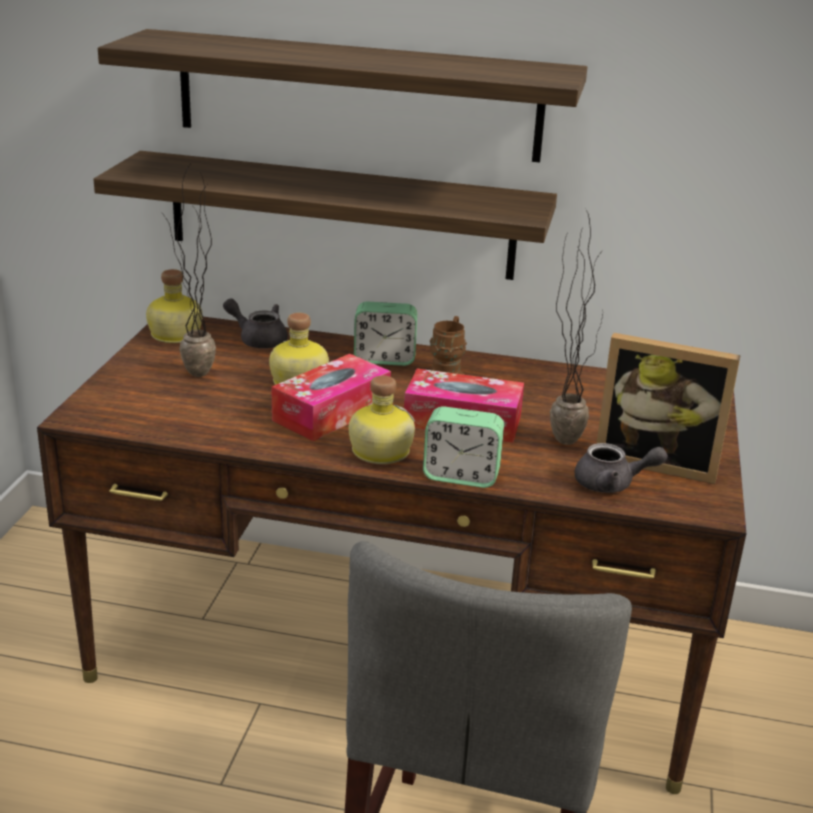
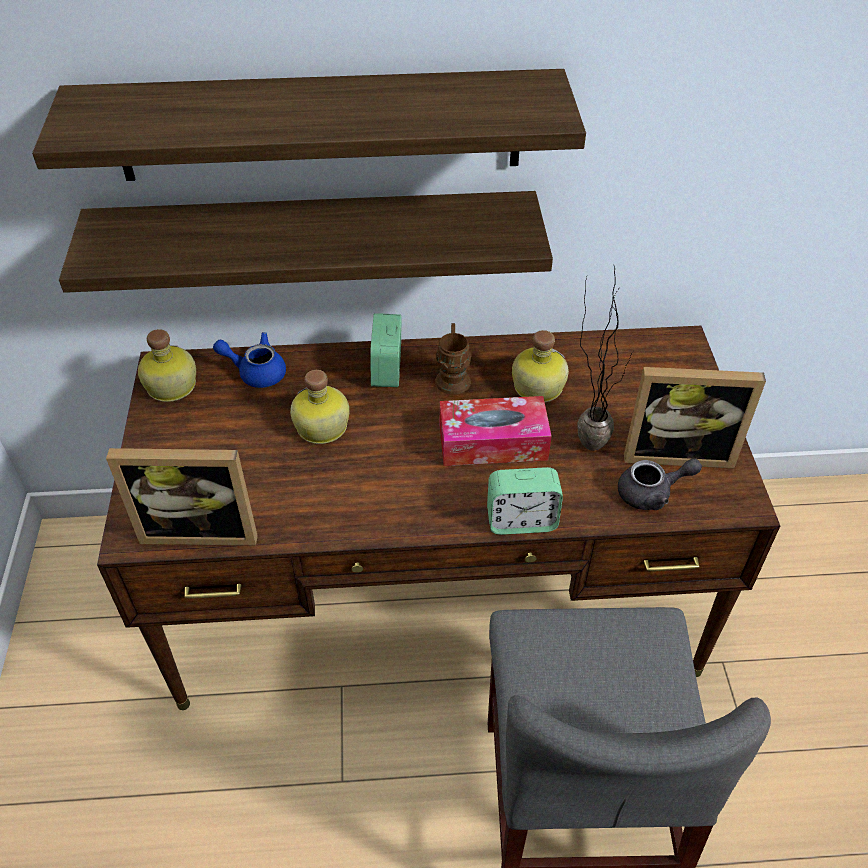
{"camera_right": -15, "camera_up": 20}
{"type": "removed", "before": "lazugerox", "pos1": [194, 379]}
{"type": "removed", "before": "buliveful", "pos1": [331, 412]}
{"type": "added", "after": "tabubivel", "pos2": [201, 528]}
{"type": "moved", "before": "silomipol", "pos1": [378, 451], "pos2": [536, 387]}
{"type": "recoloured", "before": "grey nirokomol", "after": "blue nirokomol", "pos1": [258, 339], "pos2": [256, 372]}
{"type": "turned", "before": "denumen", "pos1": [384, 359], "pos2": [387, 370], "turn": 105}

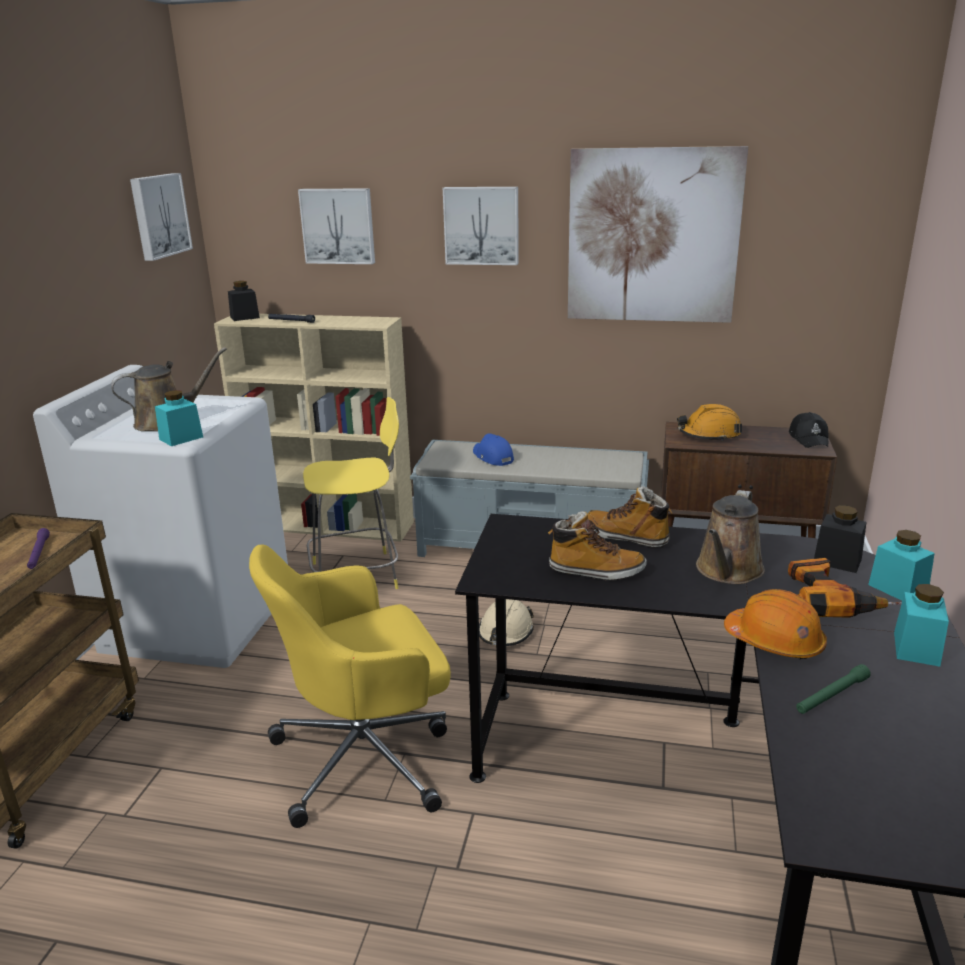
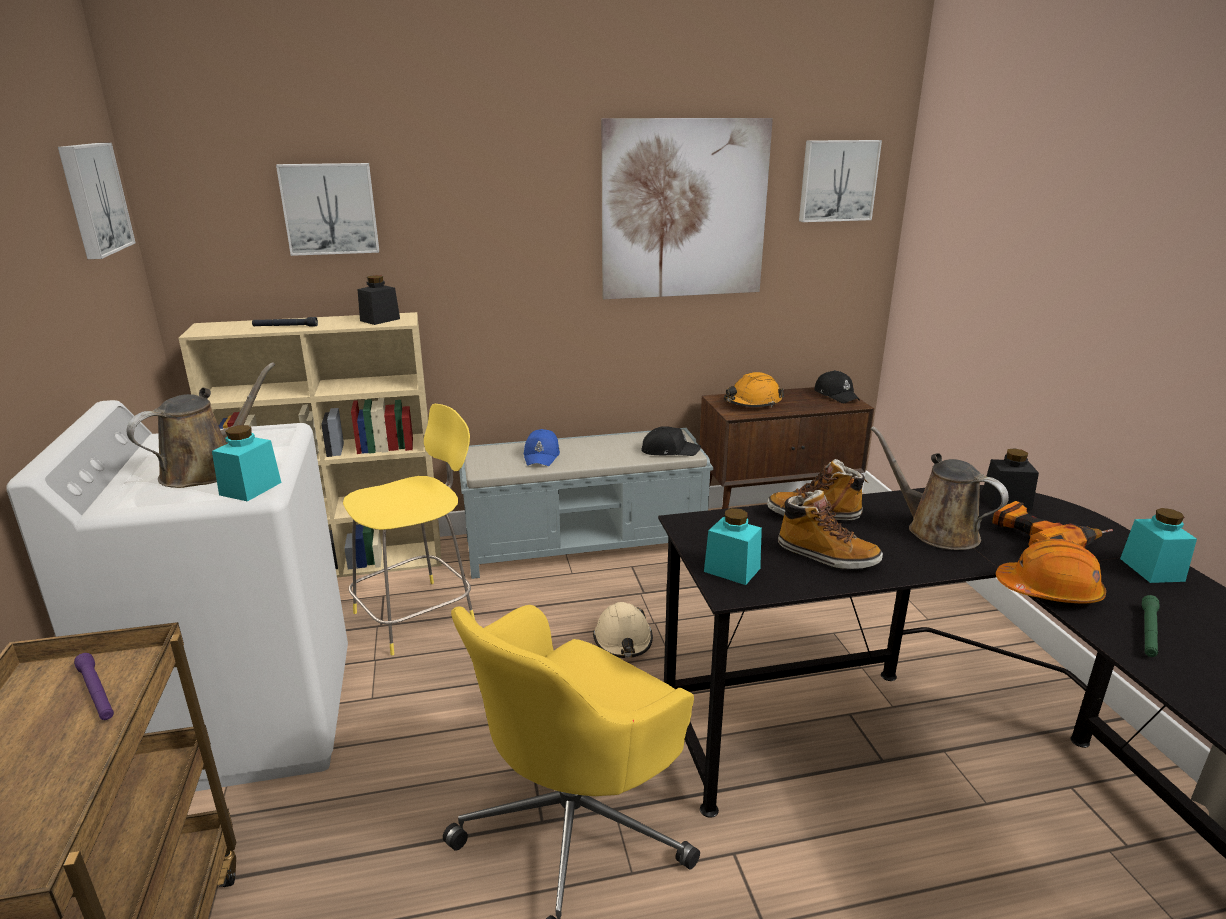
{"camera_right": -25, "camera_up": 0}
{"type": "added", "after": "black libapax", "pos2": [669, 450]}
{"type": "moved", "before": "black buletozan", "pos1": [244, 317], "pos2": [380, 320]}
{"type": "moved", "before": "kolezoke", "pos1": [482, 225], "pos2": [837, 180]}
{"type": "moved", "before": "turquoise buletozan", "pos1": [898, 588], "pos2": [732, 570]}
{"type": "turned", "before": "blue libapax", "pos1": [492, 457], "pos2": [542, 456], "turn": -120}
{"type": "turned", "before": "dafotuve", "pos1": [596, 571], "pos2": [826, 556], "turn": 45}
{"type": "turned", "before": "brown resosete", "pos1": [728, 571], "pos2": [936, 530], "turn": 135}

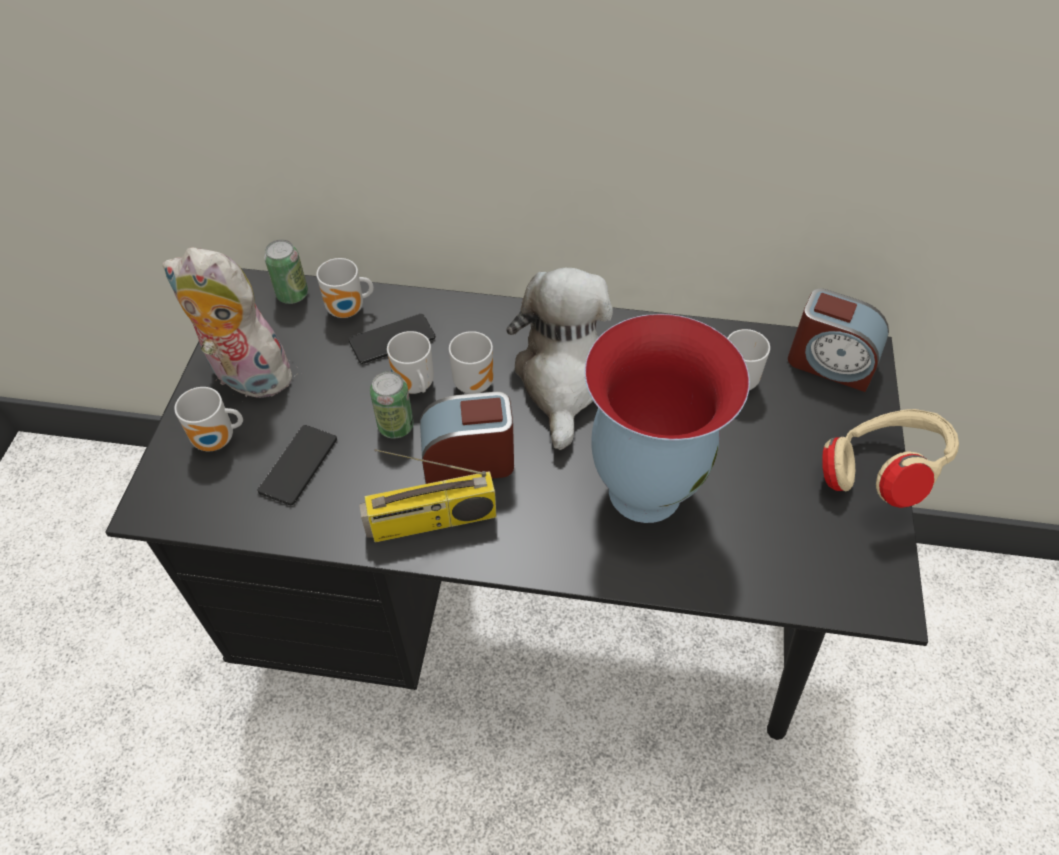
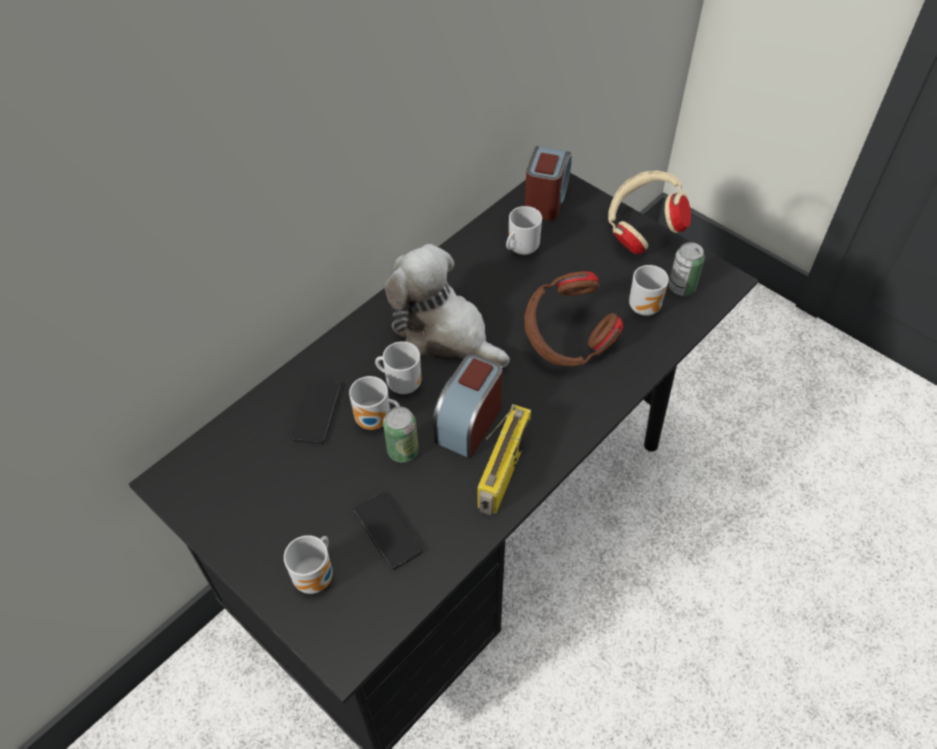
{"camera_right": -55, "camera_up": 0}
{"type": "removed", "before": "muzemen", "pos1": [245, 377]}
{"type": "moved", "before": "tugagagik", "pos1": [292, 294], "pos2": [681, 287]}
{"type": "moved", "before": "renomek", "pos1": [349, 311], "pos2": [646, 307]}
{"type": "replaced", "before": "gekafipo", "after": "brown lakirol", "pos1": [643, 489], "pos2": [567, 342]}
{"type": "turned", "before": "denumen", "pos1": [830, 363], "pos2": [546, 198], "turn": -45}

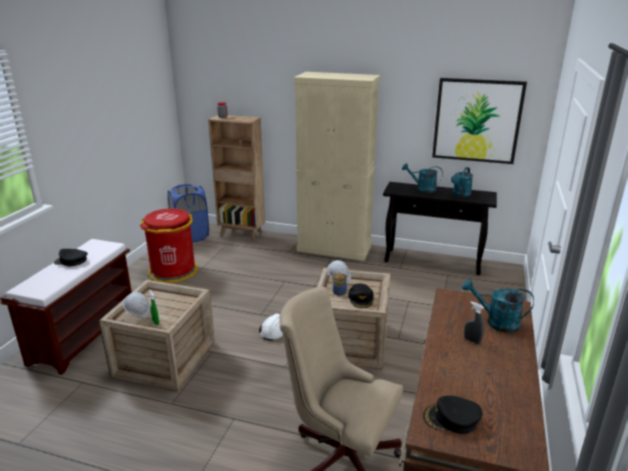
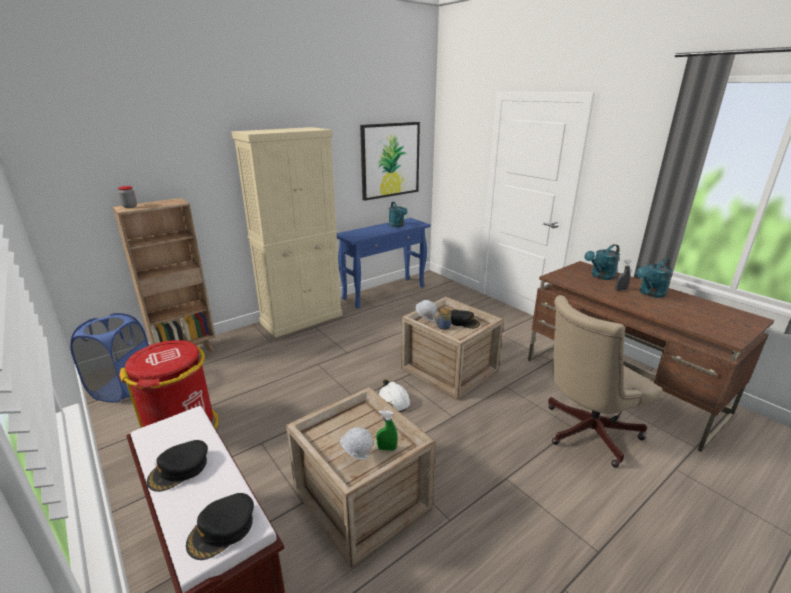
{"camera_right": -55, "camera_up": 0}
{"type": "moved", "before": "turquoise resosete", "pos1": [422, 189], "pos2": [650, 294]}
{"type": "moved", "before": "black libapax", "pos1": [451, 419], "pos2": [222, 530]}
{"type": "recoloured", "before": "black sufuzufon", "after": "blue sufuzufon", "pos1": [433, 261], "pos2": [384, 292]}

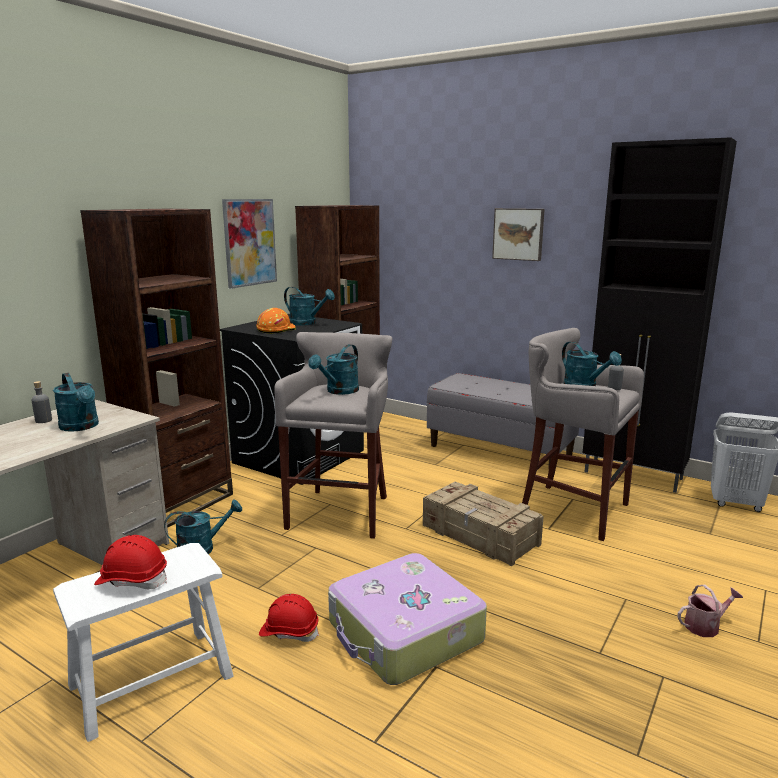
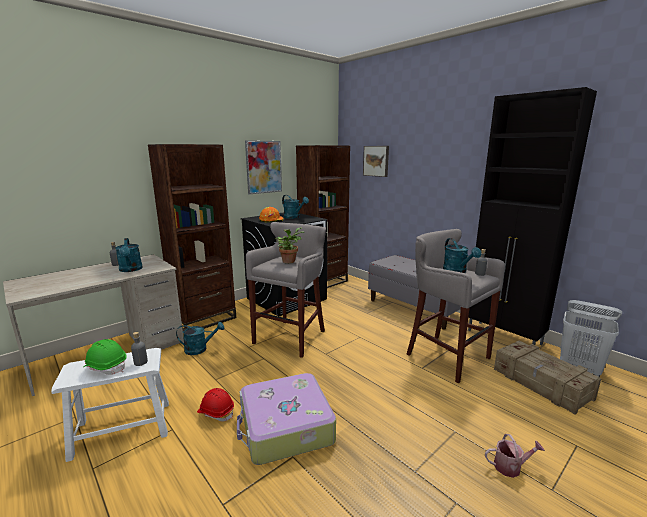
{"camera_right": 15, "camera_up": 0}
{"type": "added", "after": "grey silomipol", "pos2": [140, 362]}
{"type": "moved", "before": "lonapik", "pos1": [480, 535], "pos2": [541, 384]}
{"type": "moved", "before": "kolezoke", "pos1": [518, 234], "pos2": [376, 161]}
{"type": "replaced", "before": "turquoise resosete", "after": "lazugerox", "pos1": [339, 391], "pos2": [289, 261]}
{"type": "recoloured", "before": "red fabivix", "after": "green fabivix", "pos1": [132, 580], "pos2": [106, 367]}

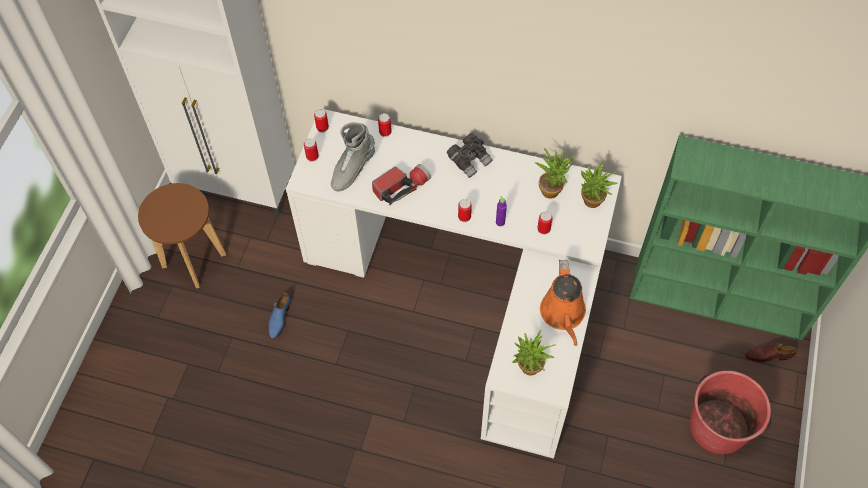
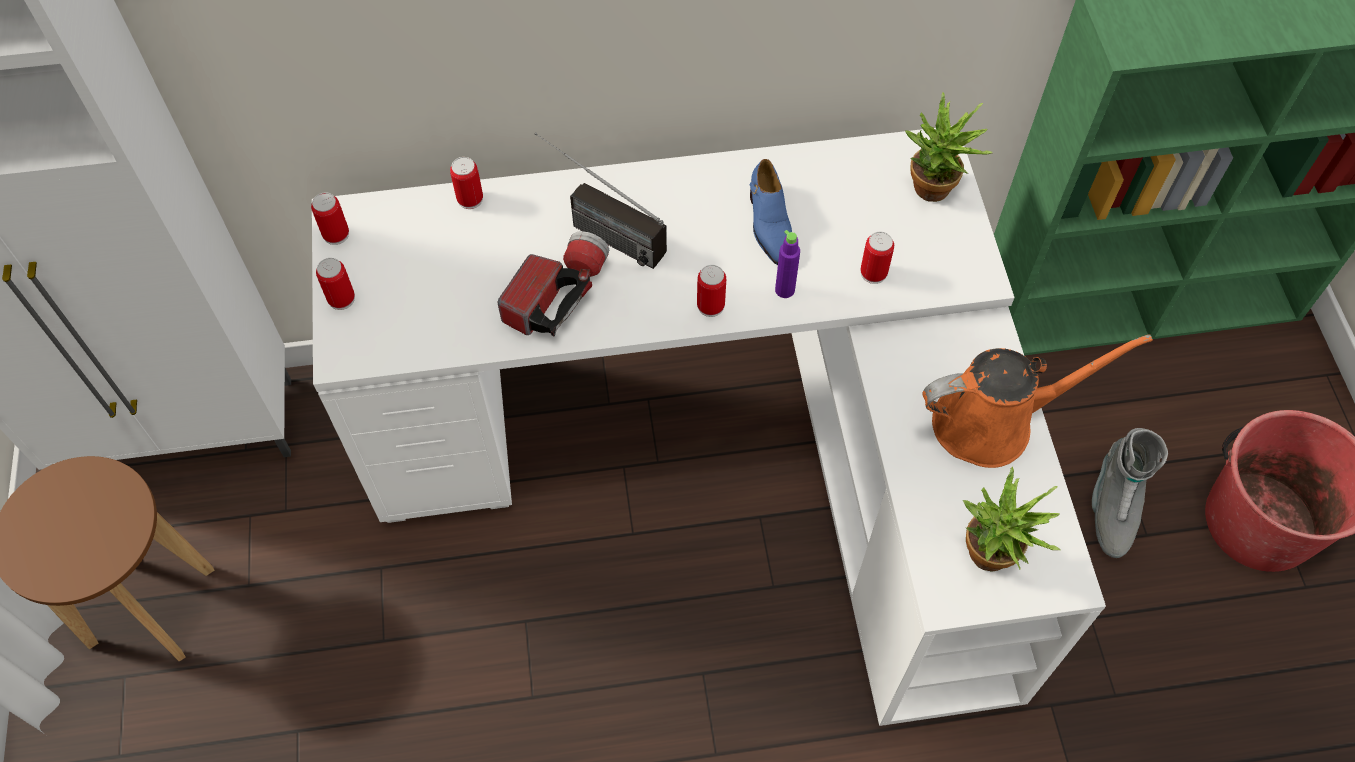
{"camera_right": -25, "camera_up": 0}
{"type": "removed", "before": "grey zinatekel", "pos1": [469, 160]}
{"type": "removed", "before": "lazugerox", "pos1": [551, 188]}
{"type": "removed", "before": "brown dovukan", "pos1": [768, 355]}
{"type": "added", "after": "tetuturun", "pos2": [596, 230]}
{"type": "moved", "before": "blue dovukan", "pos1": [279, 319], "pos2": [769, 224]}
{"type": "moved", "before": "grey dafotuve", "pos1": [352, 169], "pos2": [1112, 507]}
{"type": "turned", "before": "orange resosete", "pos1": [563, 314], "pos2": [993, 422], "turn": -75}

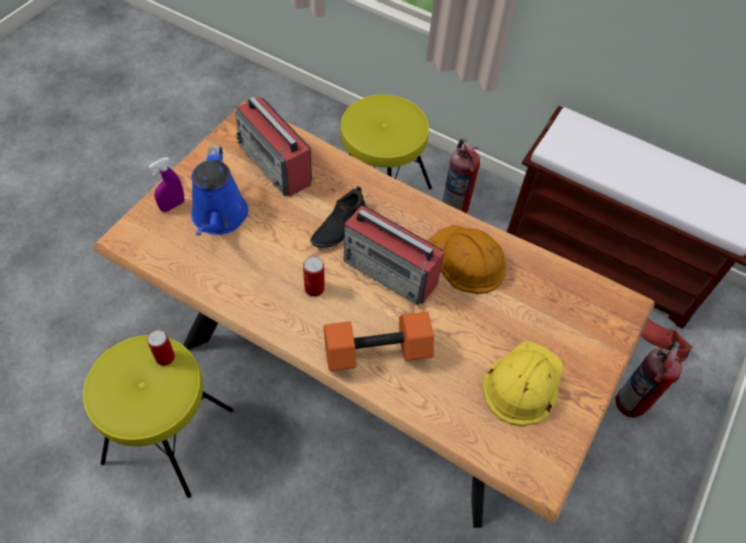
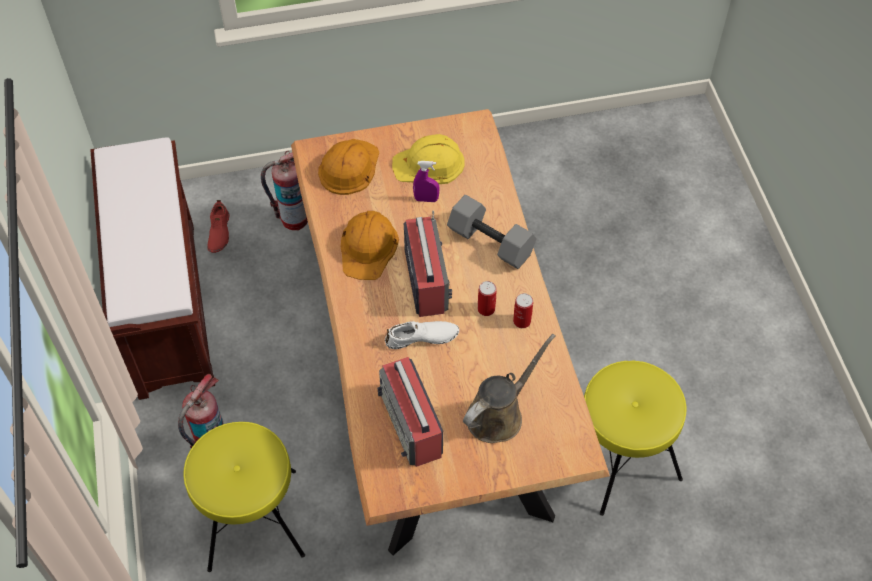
{"camera_right": -130, "camera_up": 0}
{"type": "added", "after": "orange fabivix", "pos2": [349, 167]}
{"type": "moved", "before": "tugagagik", "pos1": [165, 357], "pos2": [522, 321]}
{"type": "moved", "before": "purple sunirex", "pos1": [172, 205], "pos2": [426, 199]}
{"type": "recoloured", "before": "blue resosete", "after": "brown resosete", "pos1": [219, 218], "pos2": [498, 414]}
{"type": "recoloured", "before": "black dovukan", "after": "white dovukan", "pos1": [338, 225], "pos2": [422, 338]}
{"type": "recoloured", "before": "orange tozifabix", "after": "grey tozifabix", "pos1": [376, 353], "pos2": [492, 242]}
{"type": "turned", "before": "tetuturun", "pos1": [276, 165], "pos2": [412, 425], "turn": 150}

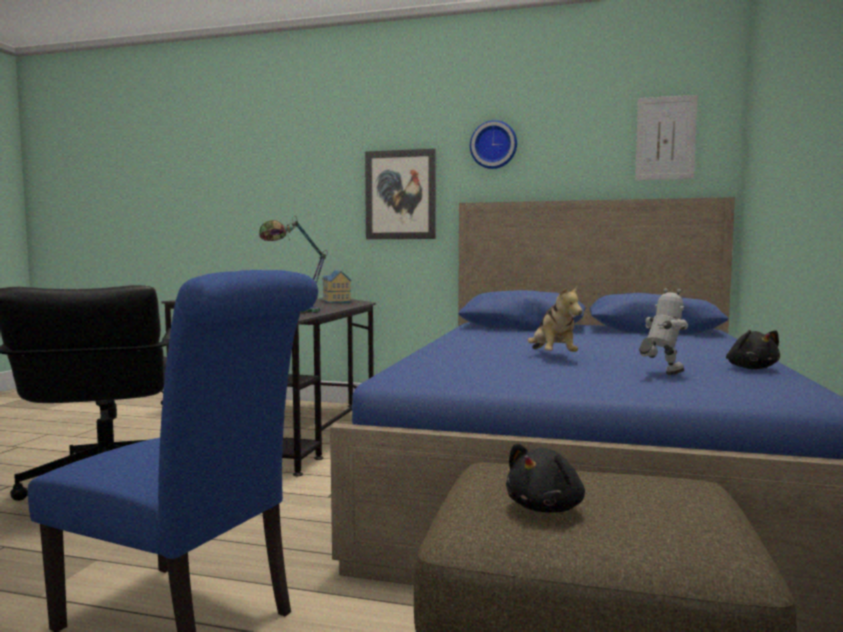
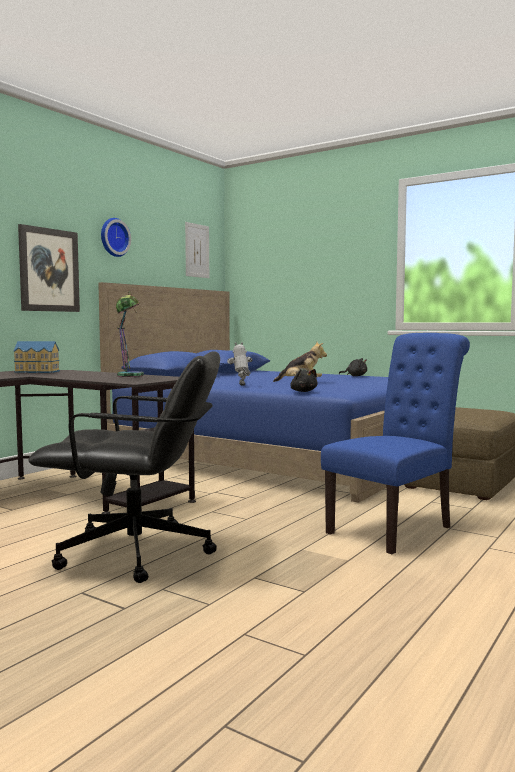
{"camera_right": -70, "camera_up": 0}
{"type": "moved", "before": "black muzemen", "pos1": [547, 507], "pos2": [303, 391]}
{"type": "moved", "before": "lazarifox", "pos1": [660, 374], "pos2": [241, 385]}

